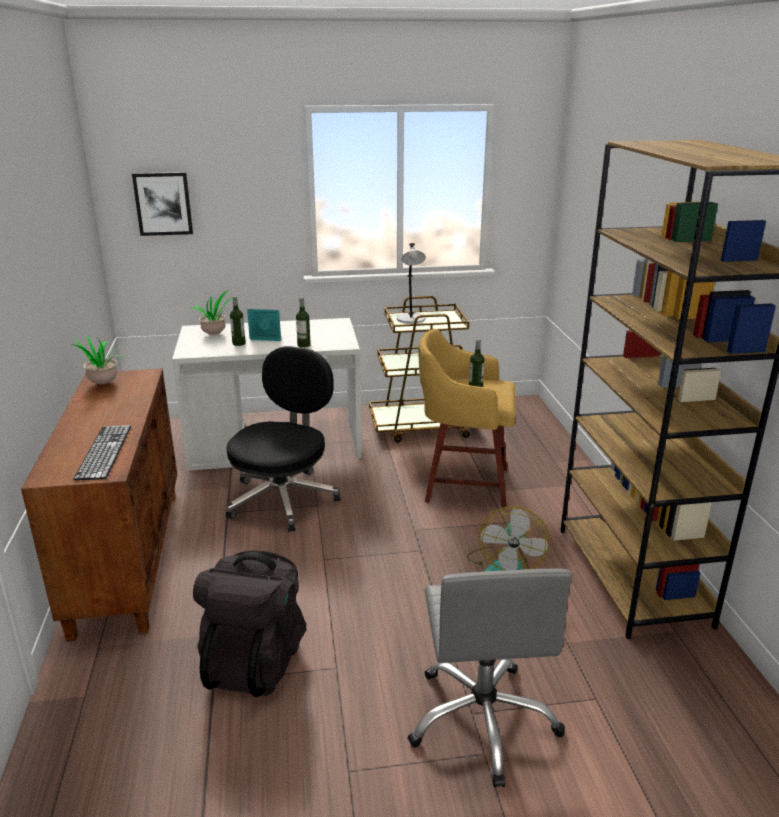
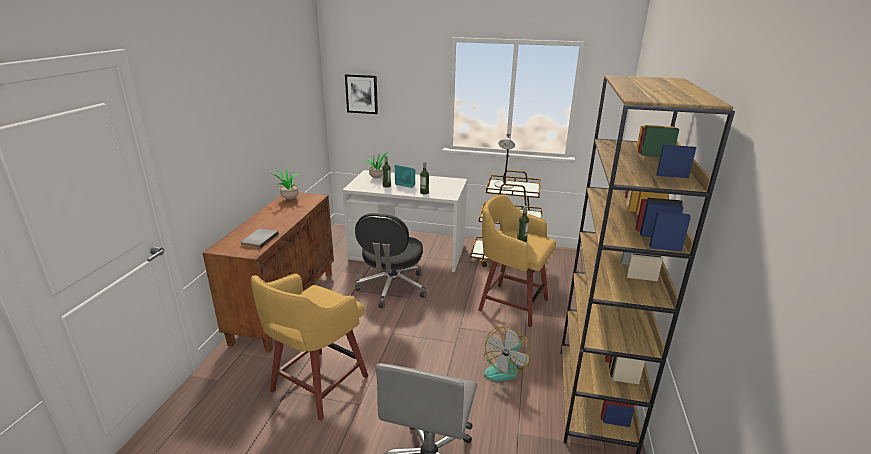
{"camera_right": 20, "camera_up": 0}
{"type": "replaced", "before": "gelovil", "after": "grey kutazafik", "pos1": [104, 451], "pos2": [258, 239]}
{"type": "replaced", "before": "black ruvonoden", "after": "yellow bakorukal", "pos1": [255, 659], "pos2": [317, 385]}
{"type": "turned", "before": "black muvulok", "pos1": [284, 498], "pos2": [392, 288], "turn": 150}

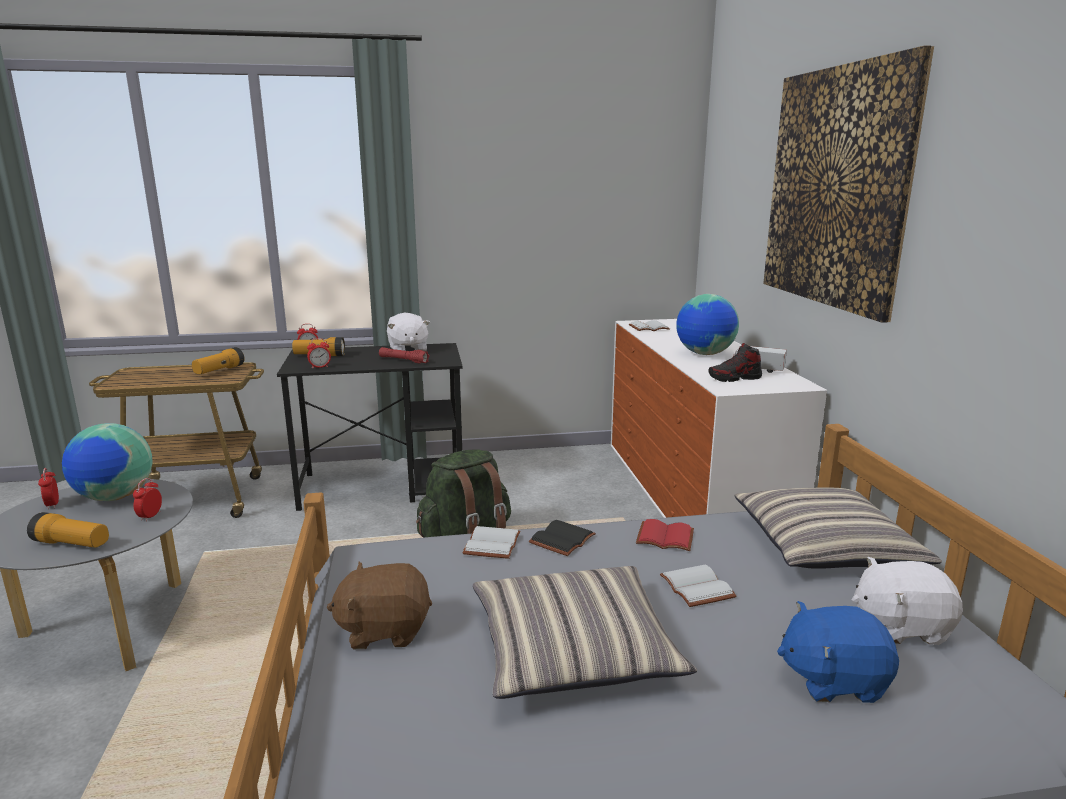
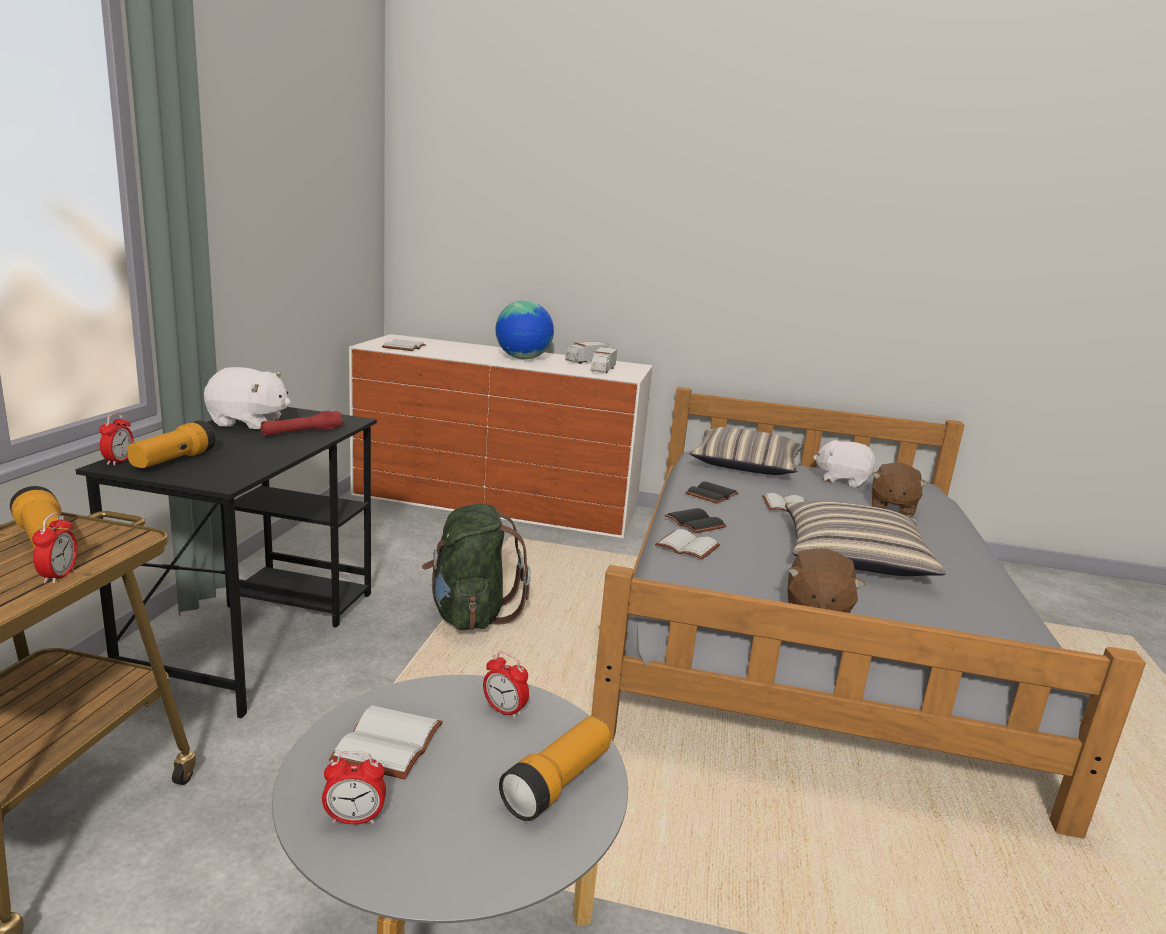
{"camera_right": -70, "camera_up": 0}
{"type": "removed", "before": "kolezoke", "pos1": [836, 188]}
{"type": "moved", "before": "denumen", "pos1": [320, 367], "pos2": [59, 576]}
{"type": "replaced", "before": "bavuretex", "after": "white kutazafik", "pos1": [114, 497], "pos2": [390, 745]}
{"type": "replaced", "before": "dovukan", "after": "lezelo", "pos1": [734, 378], "pos2": [602, 370]}
{"type": "recoloured", "before": "red kutazafik", "after": "black kutazafik", "pos1": [664, 538], "pos2": [712, 495]}
{"type": "recoloured", "before": "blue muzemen", "after": "brown muzemen", "pos1": [833, 679], "pos2": [891, 507]}
{"type": "turned", "before": "white muzemen", "pos1": [900, 626], "pos2": [842, 480], "turn": 90}

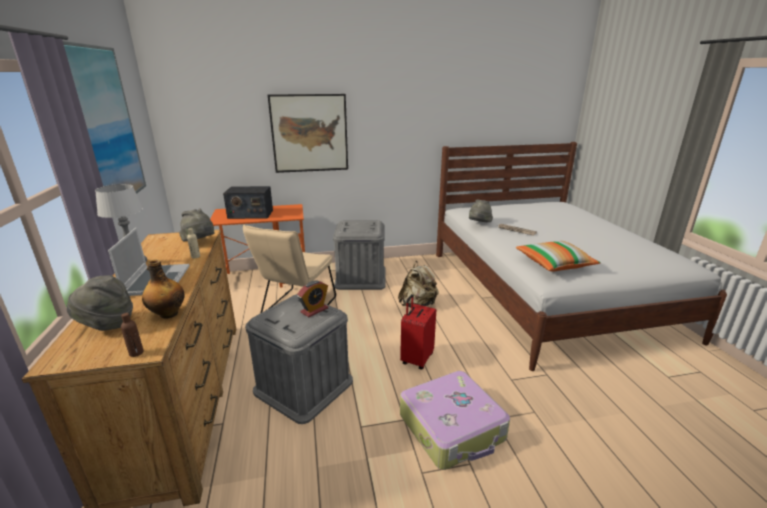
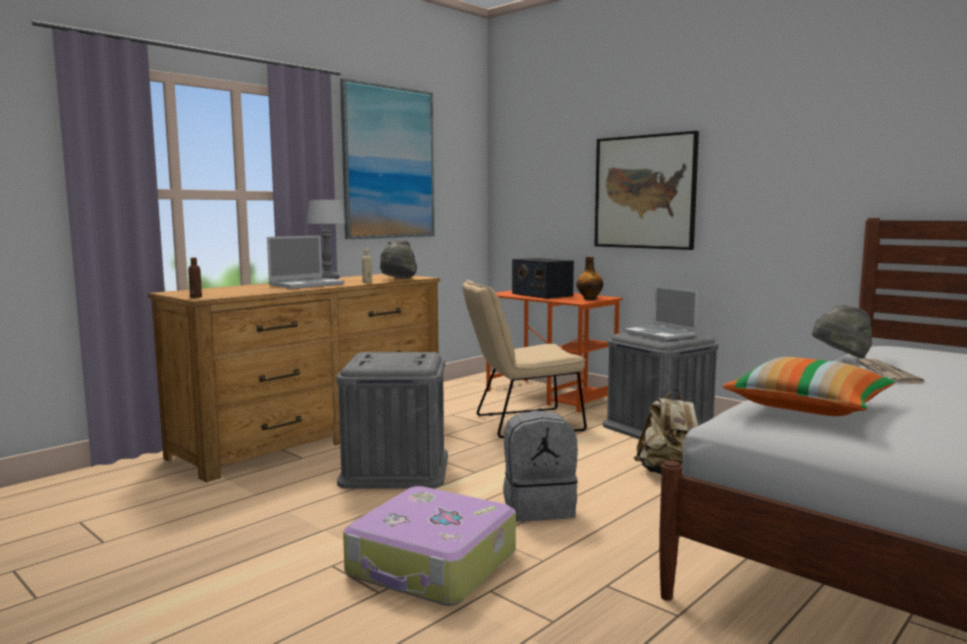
{"camera_right": 55, "camera_up": -15}
{"type": "removed", "before": "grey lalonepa", "pos1": [107, 324]}
{"type": "removed", "before": "denumen", "pos1": [314, 310]}
{"type": "added", "after": "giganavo", "pos2": [661, 334]}
{"type": "moved", "before": "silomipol", "pos1": [168, 314], "pos2": [589, 299]}
{"type": "replaced", "before": "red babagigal", "after": "grey ruvonoden", "pos1": [416, 359], "pos2": [539, 507]}

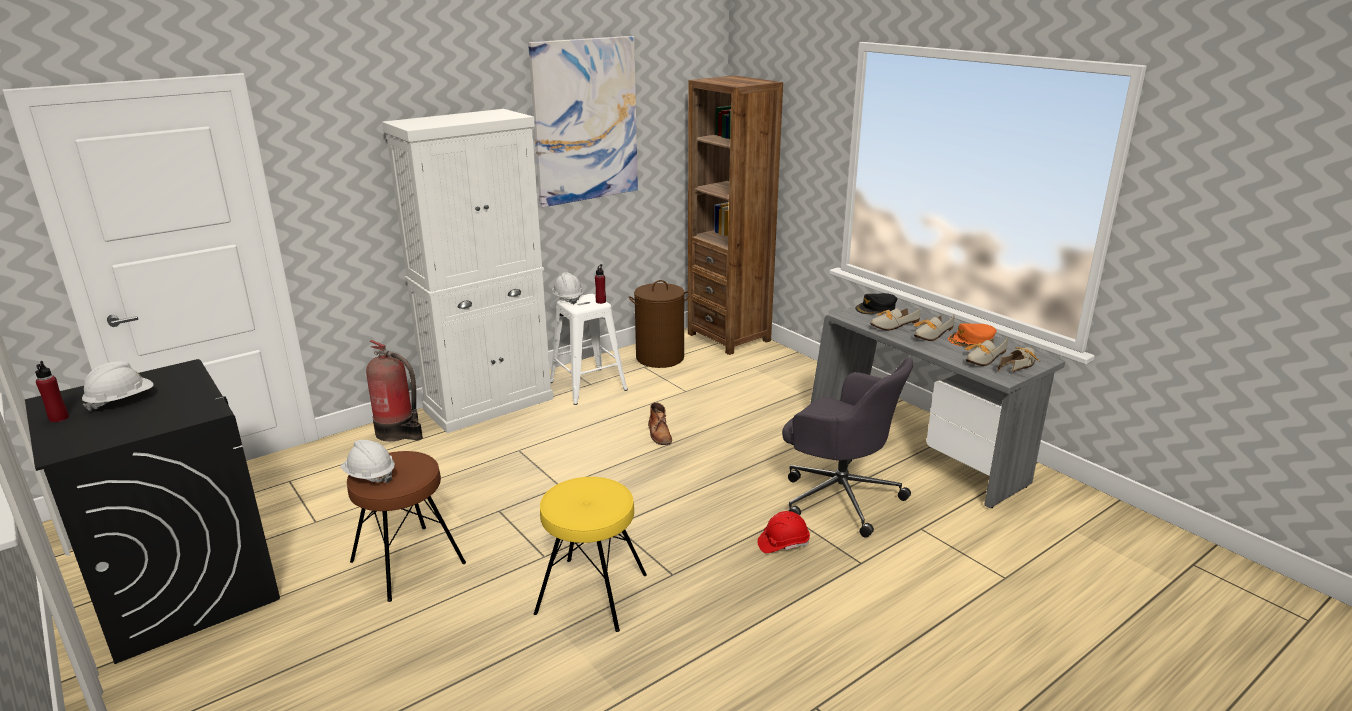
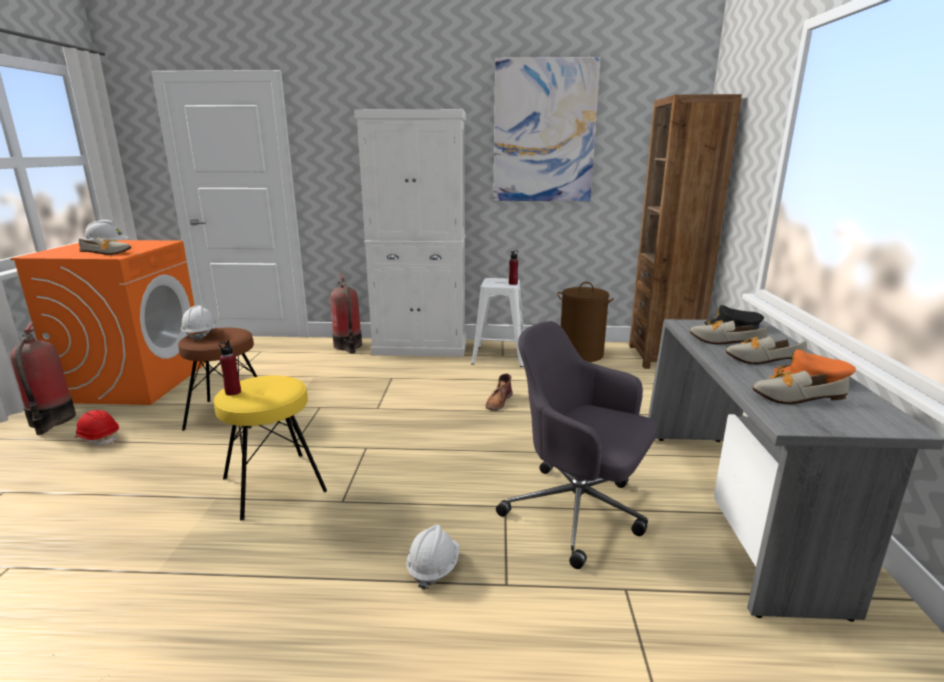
{"camera_right": 40, "camera_up": -5}
{"type": "added", "after": "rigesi", "pos2": [51, 420]}
{"type": "moved", "before": "red silomipol", "pos1": [59, 418], "pos2": [233, 392]}
{"type": "moved", "before": "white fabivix", "pos1": [567, 298], "pos2": [433, 568]}
{"type": "moved", "before": "red fabivix", "pos1": [783, 543], "pos2": [98, 438]}
{"type": "moved", "before": "dovukan", "pos1": [1019, 365], "pos2": [108, 253]}
{"type": "recoloured", "before": "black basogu", "after": "orange basogu", "pos1": [185, 588], "pos2": [135, 382]}
{"type": "turned", "before": "grey muvulok", "pos1": [839, 496], "pos2": [578, 512], "turn": 135}

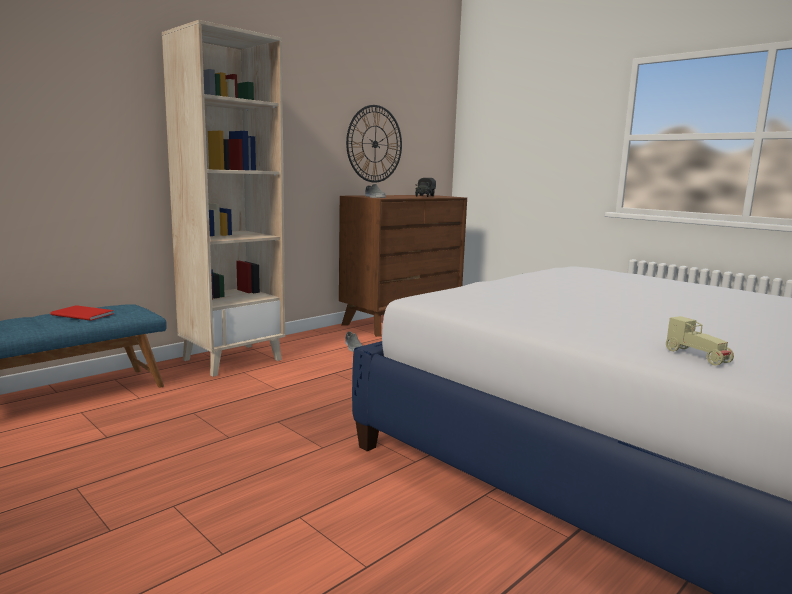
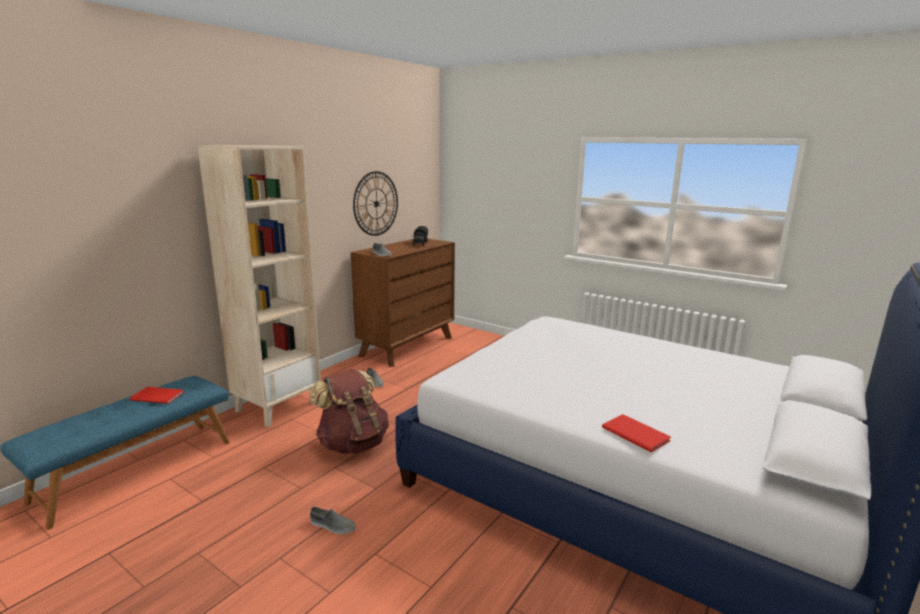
{"camera_right": -10, "camera_up": 5}
{"type": "added", "after": "brown ruvonoden", "pos2": [352, 443]}
{"type": "added", "after": "grey dovukan", "pos2": [332, 526]}
{"type": "replaced", "before": "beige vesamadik", "after": "red kutazafik", "pos1": [697, 356], "pos2": [635, 433]}

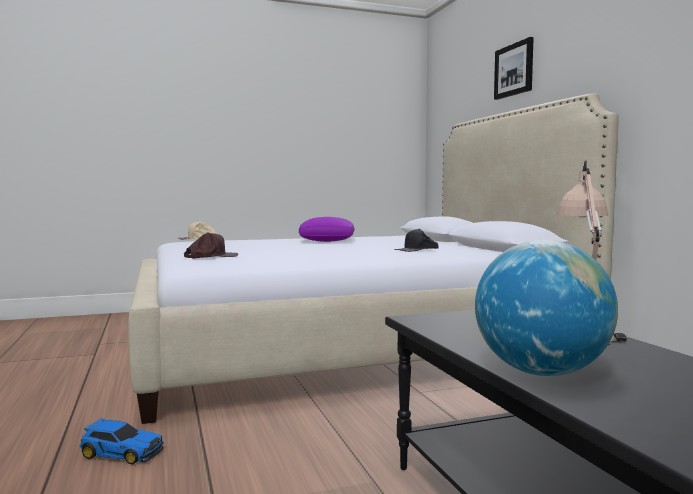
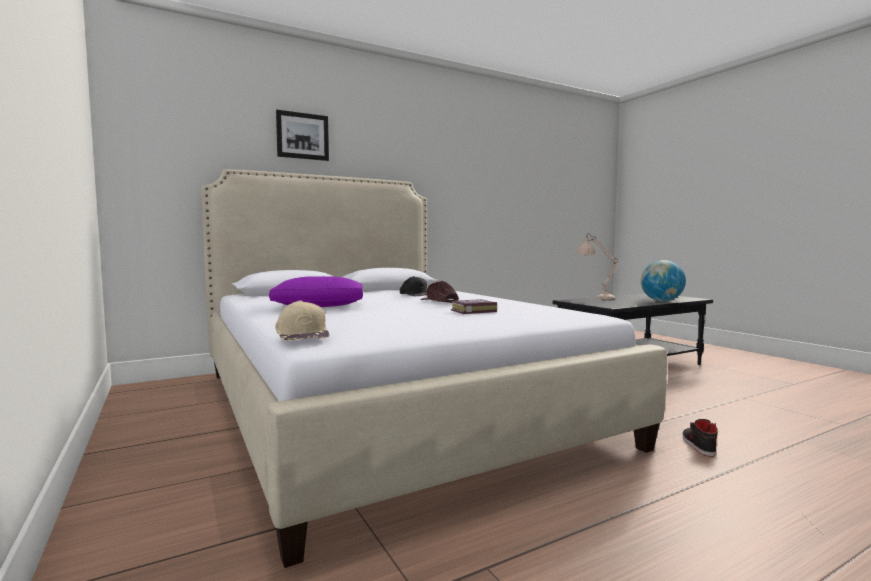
{"camera_right": -100, "camera_up": 0}
{"type": "added", "after": "kutazafik", "pos2": [472, 311]}
{"type": "moved", "before": "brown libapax", "pos1": [211, 256], "pos2": [439, 301]}
{"type": "replaced", "before": "vesamadik", "after": "black dovukan", "pos1": [121, 452], "pos2": [698, 445]}

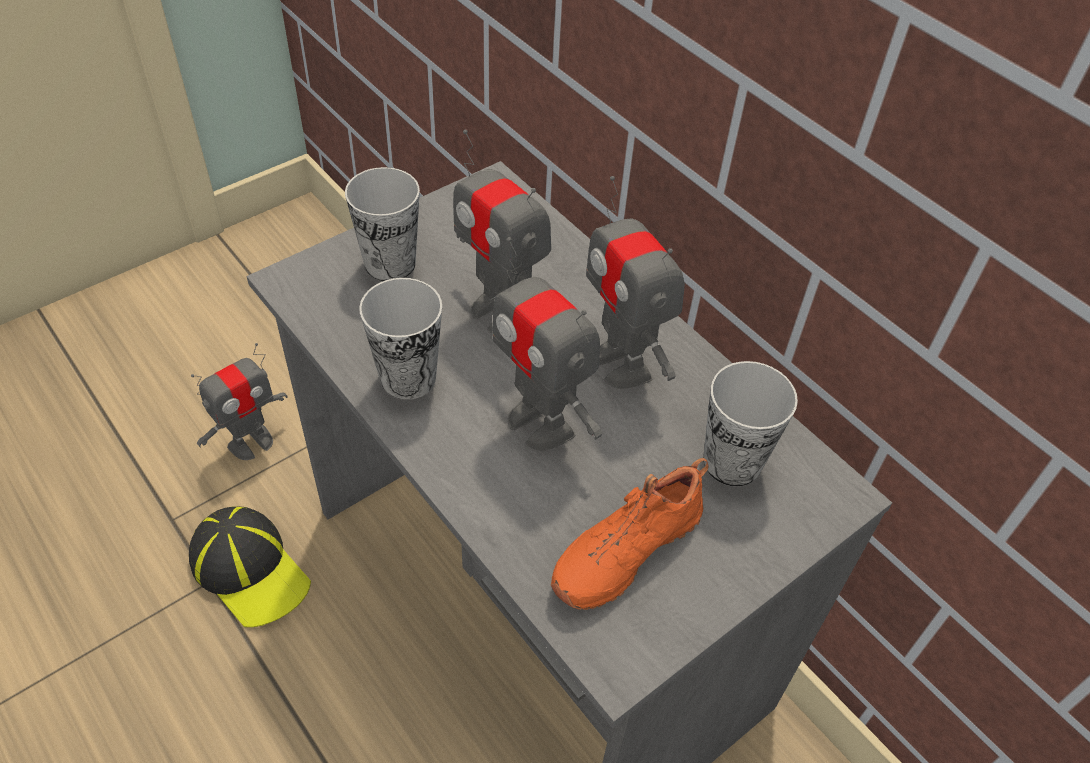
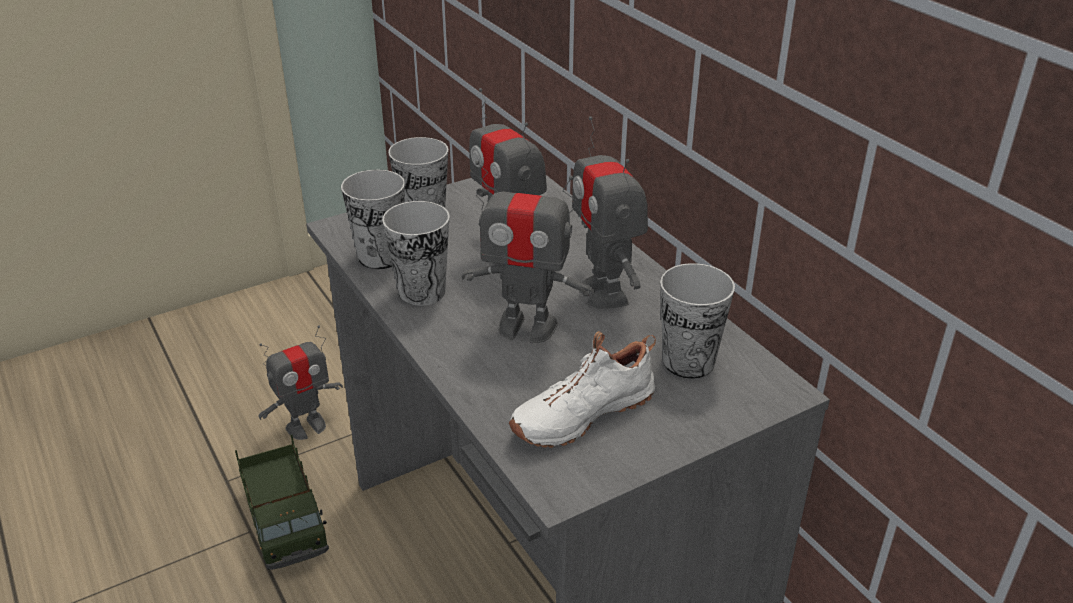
{"camera_right": 10, "camera_up": -15}
{"type": "added", "after": "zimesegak", "pos2": [380, 257]}
{"type": "replaced", "before": "libapax", "after": "lezelo", "pos1": [250, 569], "pos2": [287, 525]}
{"type": "recoloured", "before": "orange dovukan", "after": "white dovukan", "pos1": [624, 548], "pos2": [581, 412]}
{"type": "turned", "before": "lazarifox", "pos1": [541, 423], "pos2": [527, 327], "turn": -45}

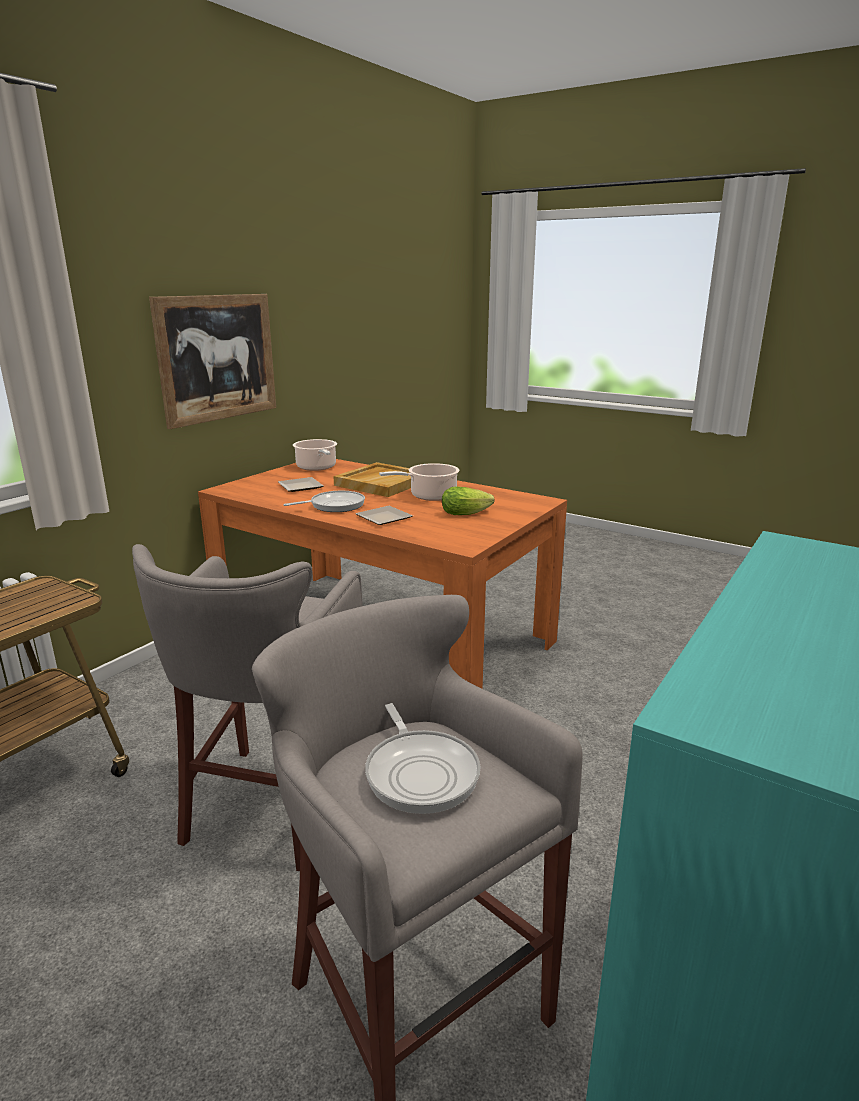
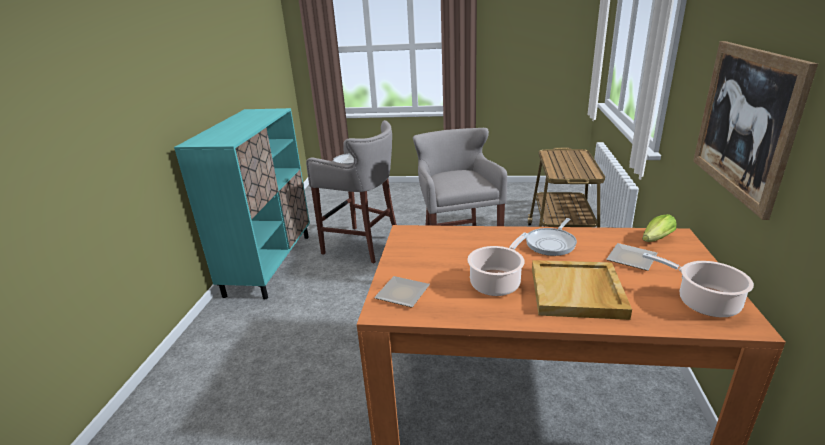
{"camera_right": 155, "camera_up": 5}
{"type": "moved", "before": "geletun", "pos1": [383, 519], "pos2": [402, 293]}
{"type": "moved", "before": "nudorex", "pos1": [468, 513], "pos2": [655, 240]}

